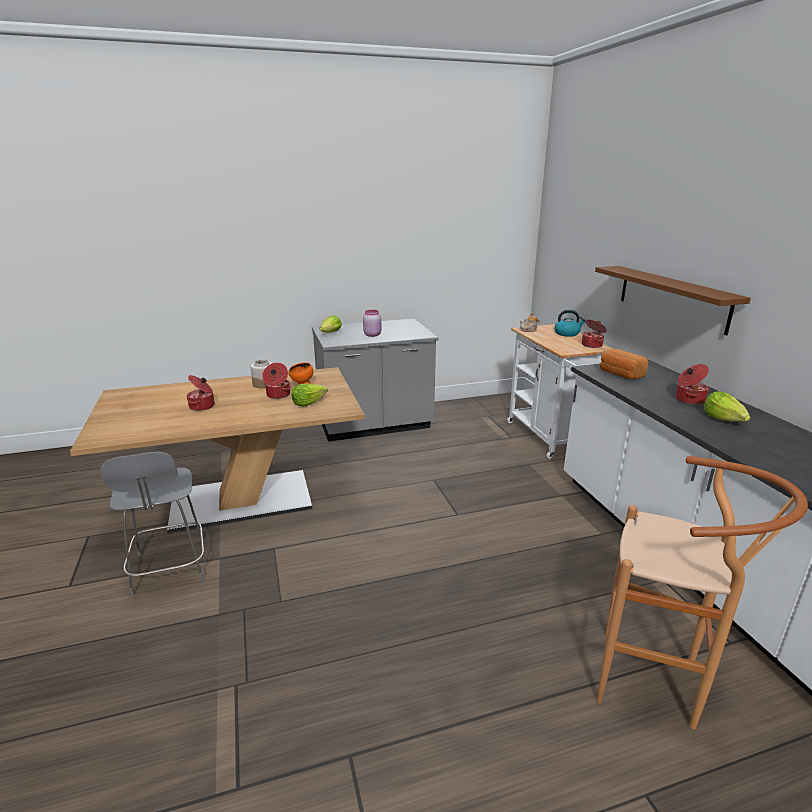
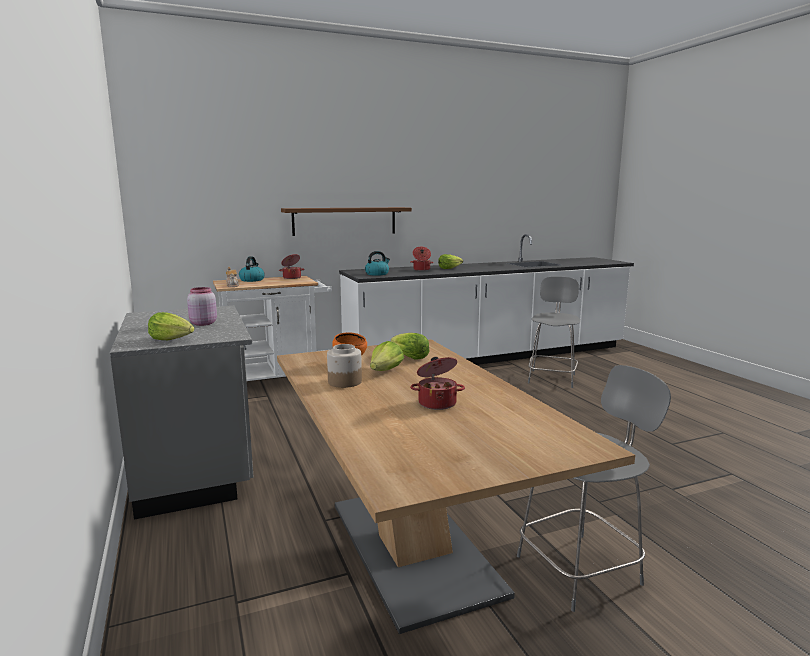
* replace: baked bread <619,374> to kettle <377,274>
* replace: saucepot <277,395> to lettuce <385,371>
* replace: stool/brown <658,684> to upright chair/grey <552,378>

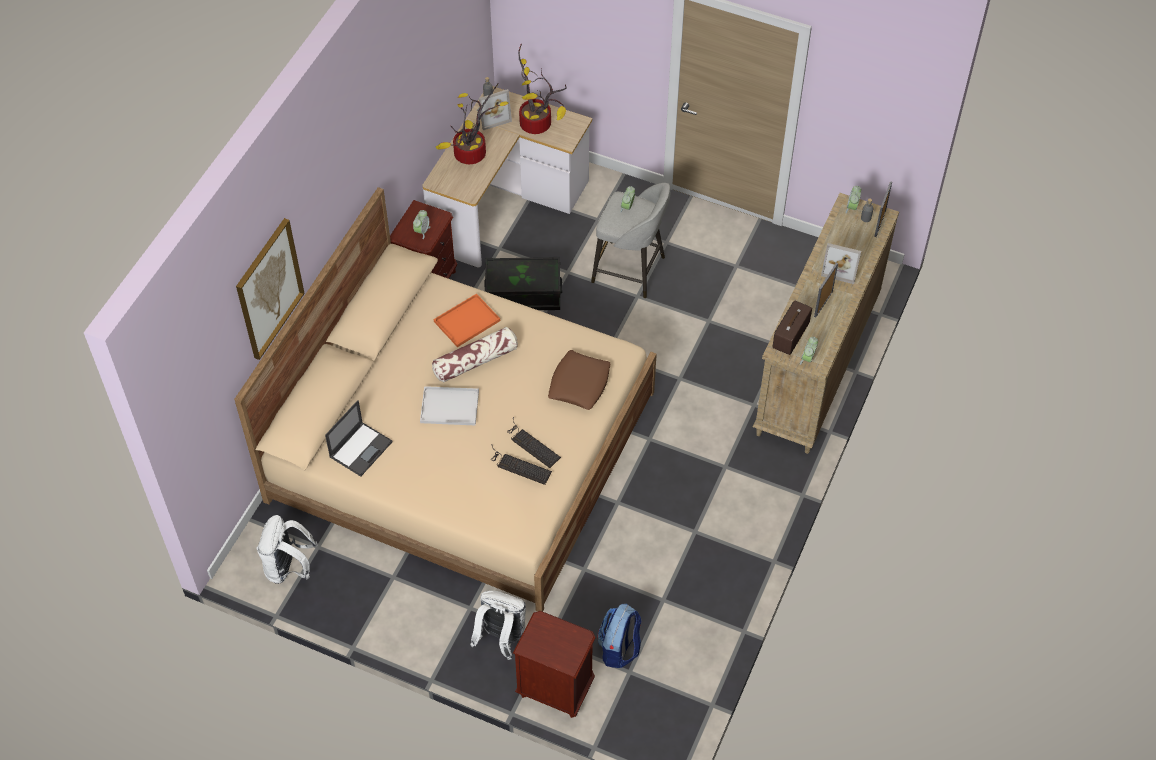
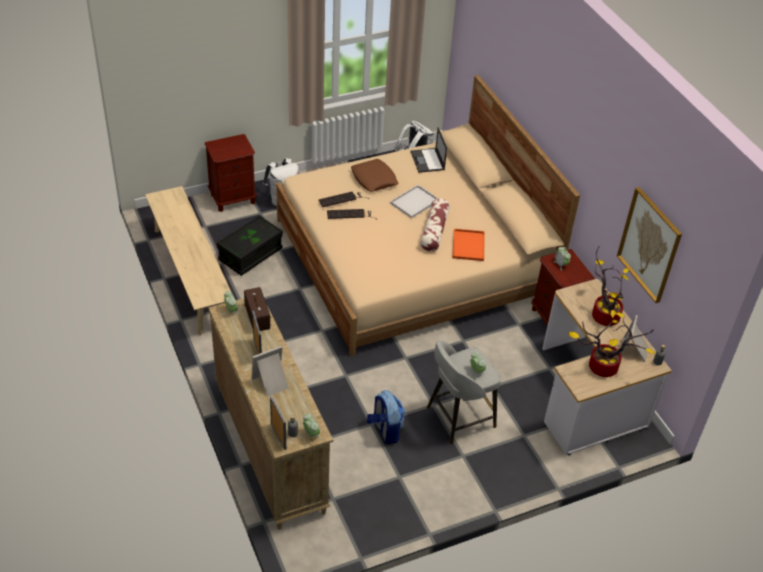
* move: wall picture <269,289> to <649,245>
* move: storage box/black <523,294> to <250,255>
* move: pillow/brown <579,384> to <374,179>
* move: knapsack <619,649> to <385,430>
* insert: indoor bench/beige <191,276>

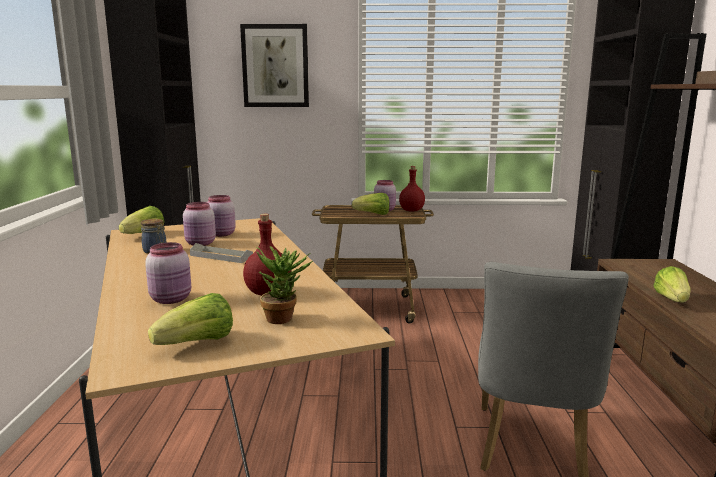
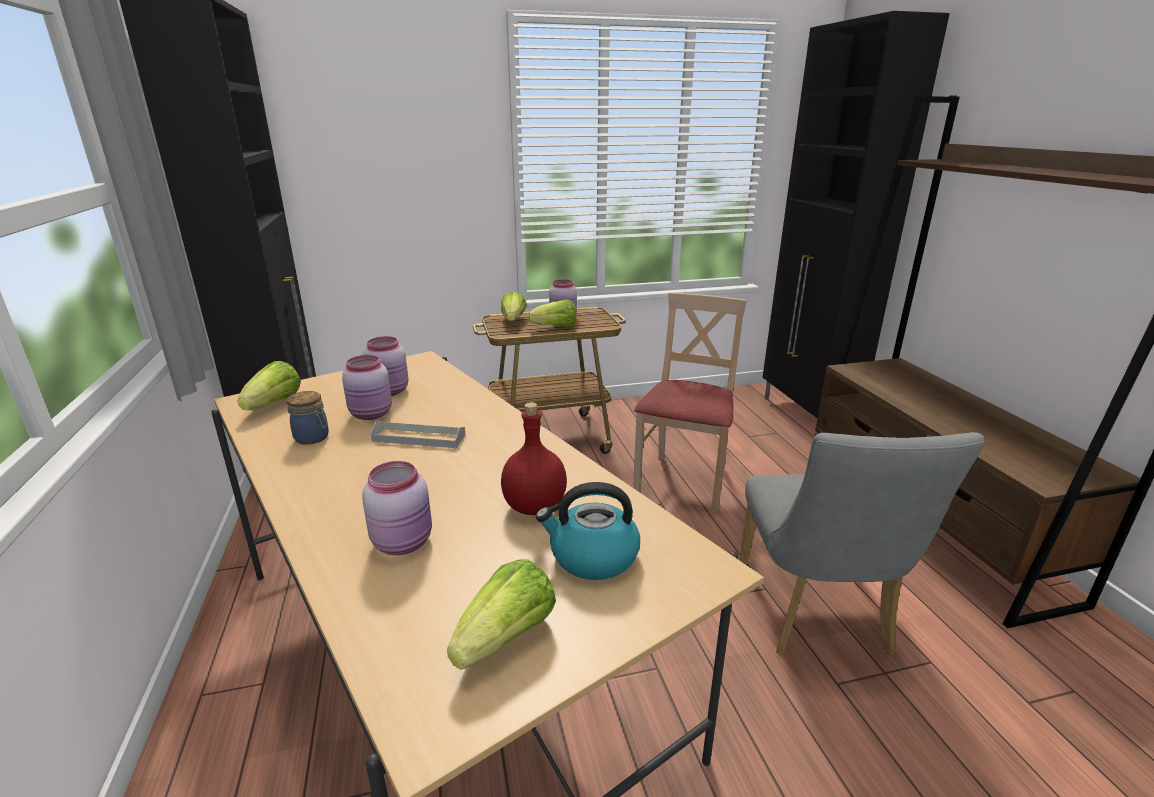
* delete: wall picture <275,66>
* delete: drink bottle/reddish <412,210>
* replace: houseplant <284,318> to kettle <592,557>
* move: lettuce <672,300> to <513,320>
* insert: upright chair/beige <683,483>

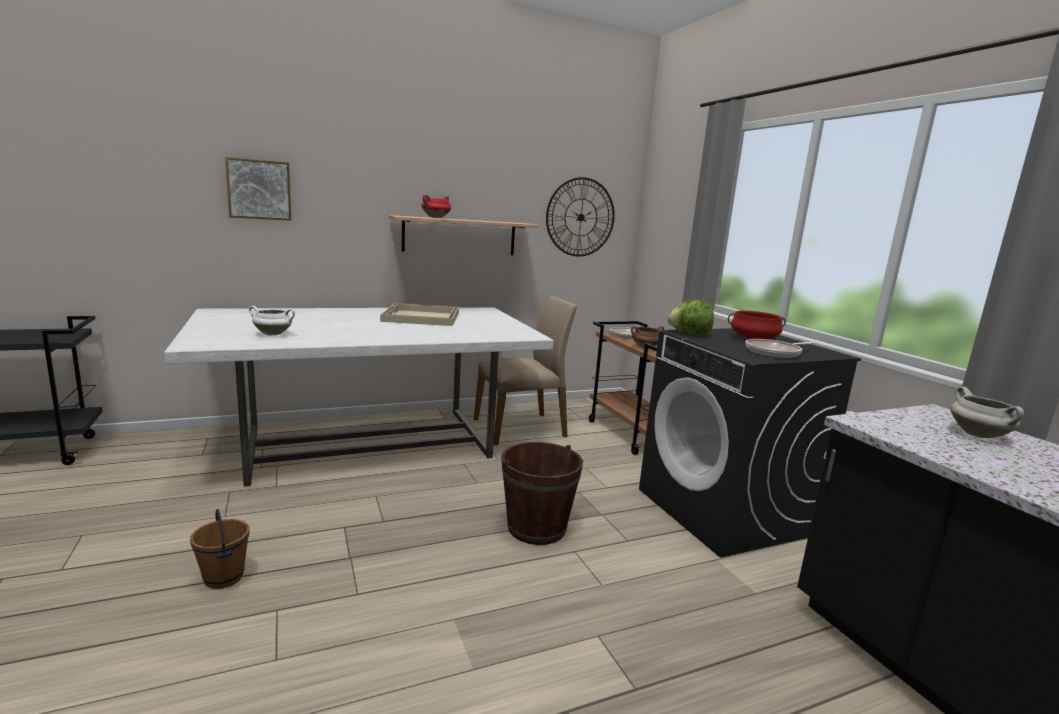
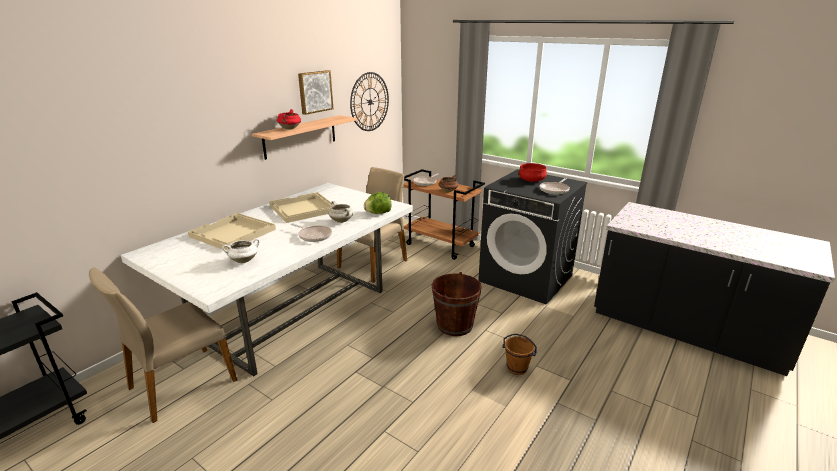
* move: wall picture <259,189> to <314,91>
* move: lettuce <689,334> to <378,213>
* move: saucepot/white-coloured <979,435> to <341,221>
* move: pail/brown <223,578> to <517,368>
* insert: tray/beige <233,233>
* insert: frying pan <314,235>
* insert: upright chair/beige <181,384>

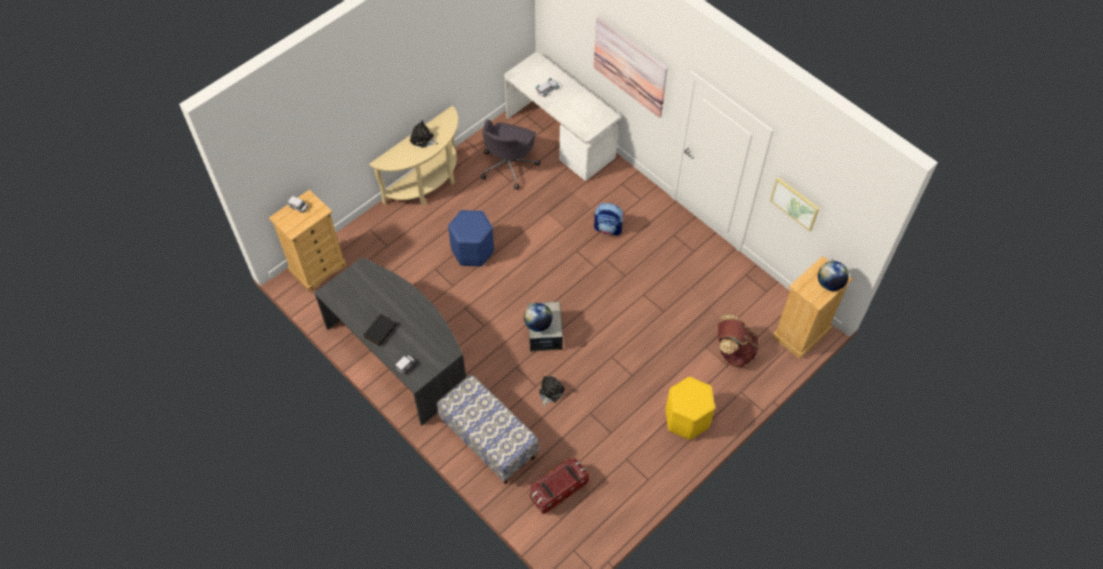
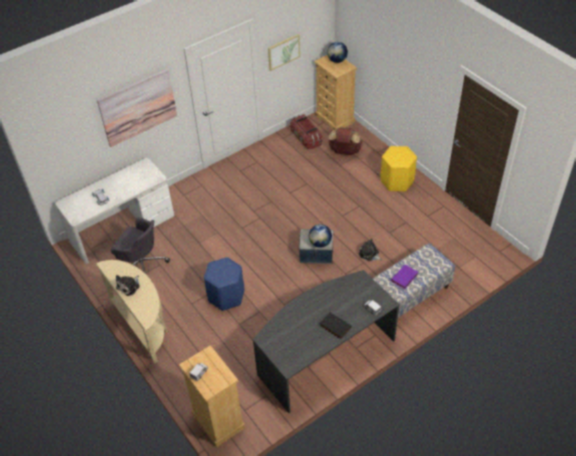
* delete: knapsack <608,228>
* move: storage box <558,490> to <306,138>
* insert: book/purple-coloured <405,278>

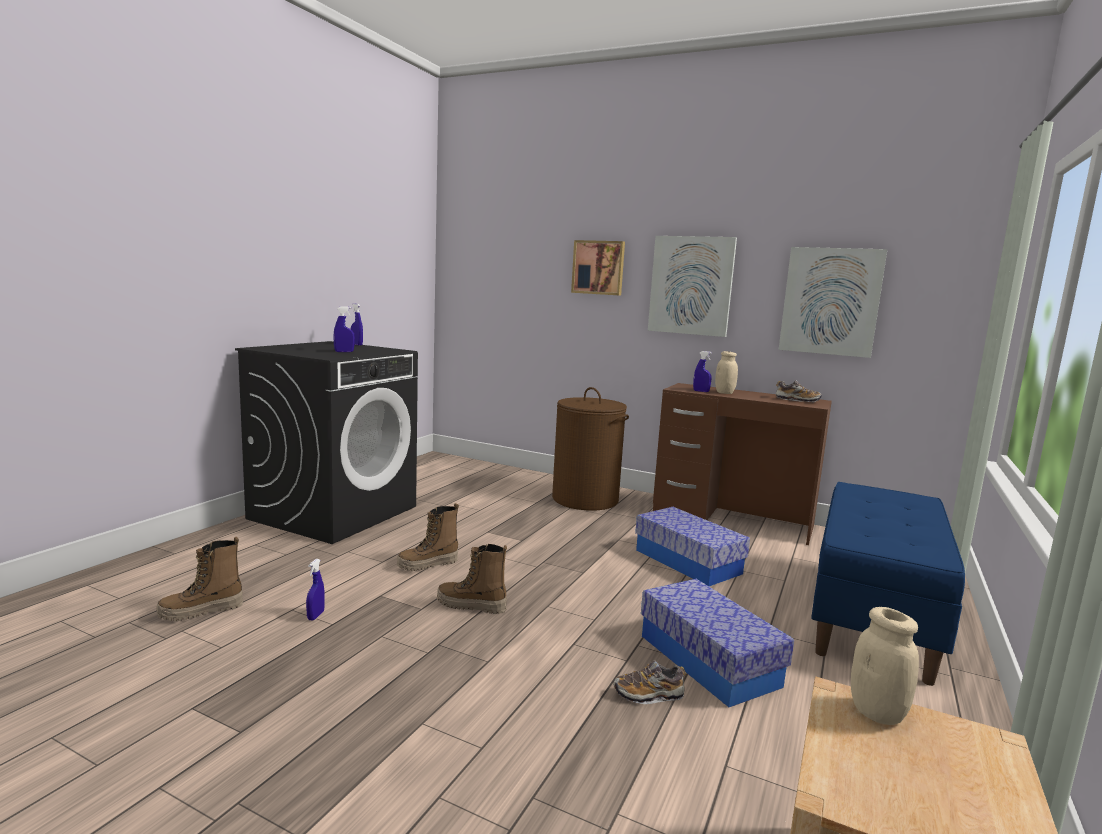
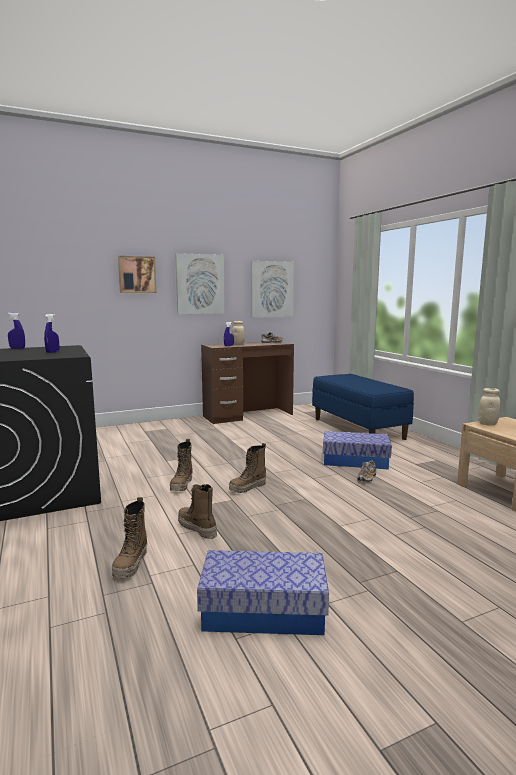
* delete: hamper/brown <585,499>
* move: storage box <688,561> to <263,611>
* replace: hand sprayer/blue <315,616> to boot <197,528>

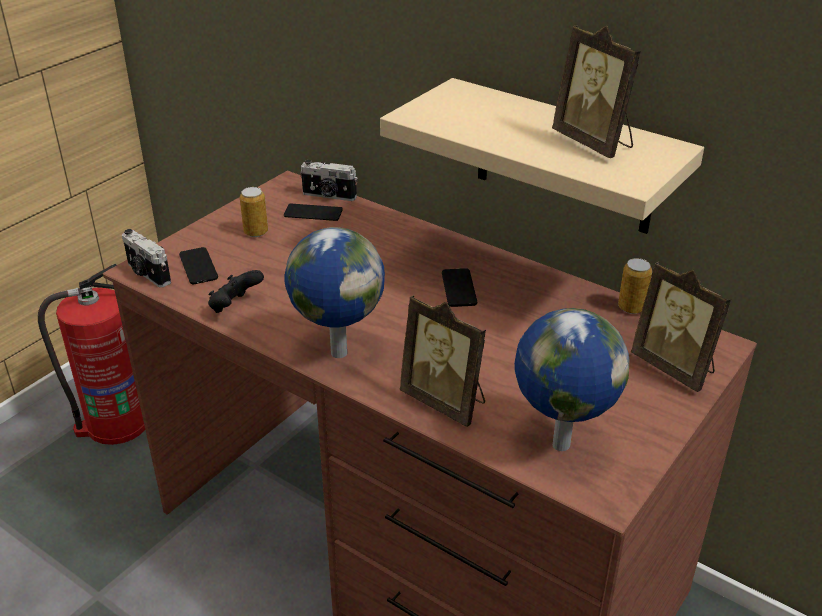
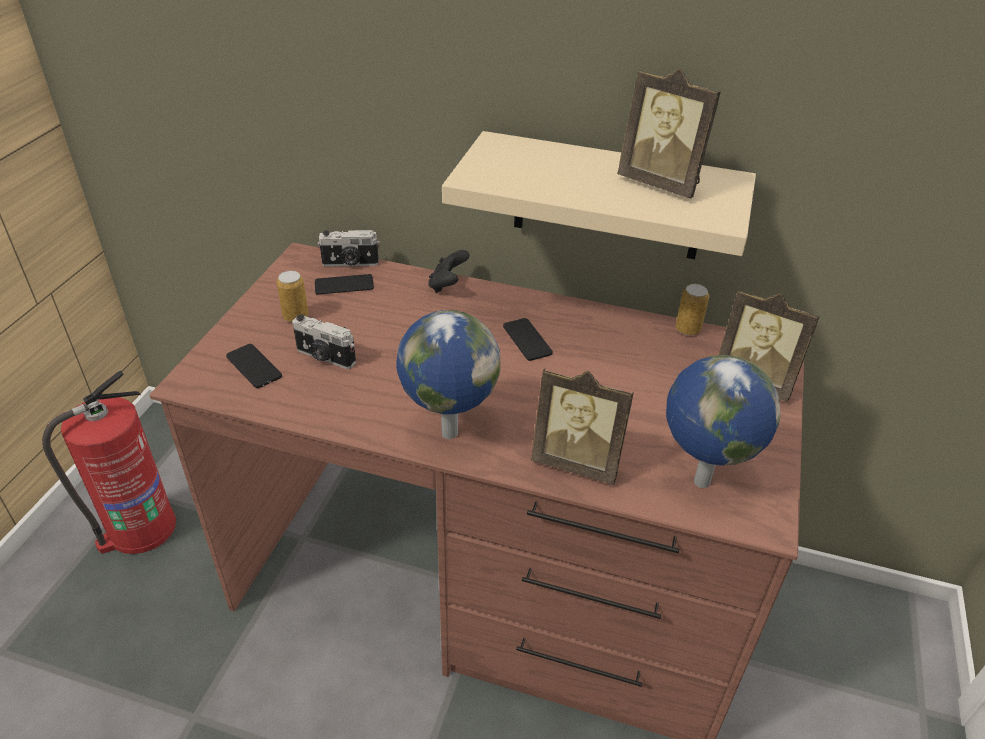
* move: still camera <147,274> to <325,357>
* move: game controller/black <235,307> to <447,285>

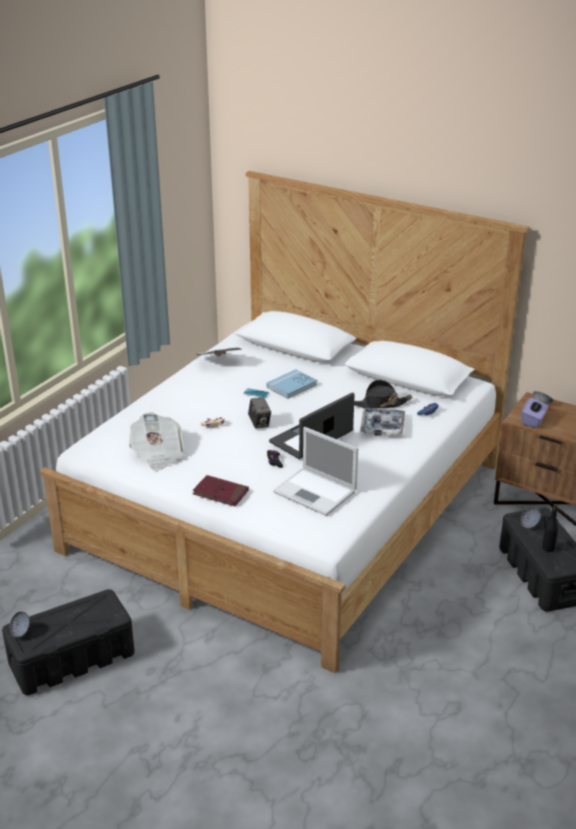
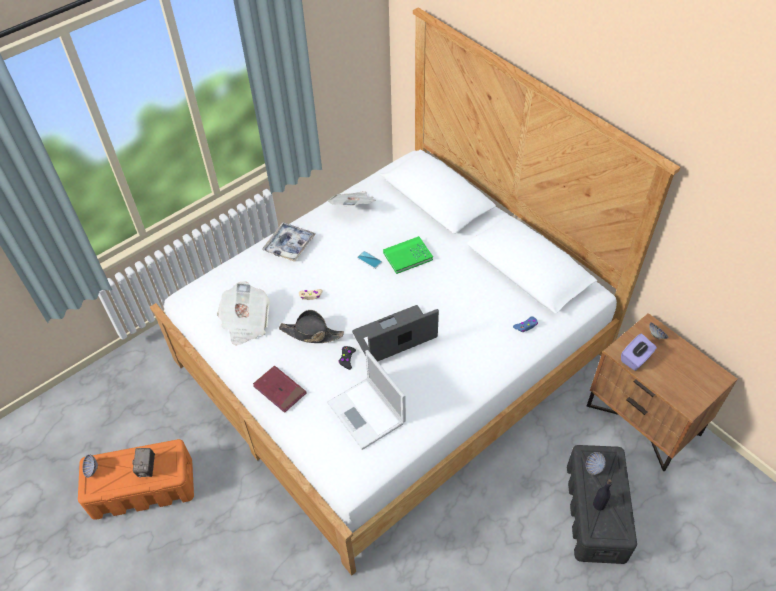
* recolor: book/blue <291,386> to book/green-coloured <408,256>
* move: wearable hat/black <380,404> to <311,333>
* move: still camera <259,423> to <147,468>
* move: tray <382,426> to <289,245>
* recolor: storage box/black <72,658> to storage box/orange <143,488>

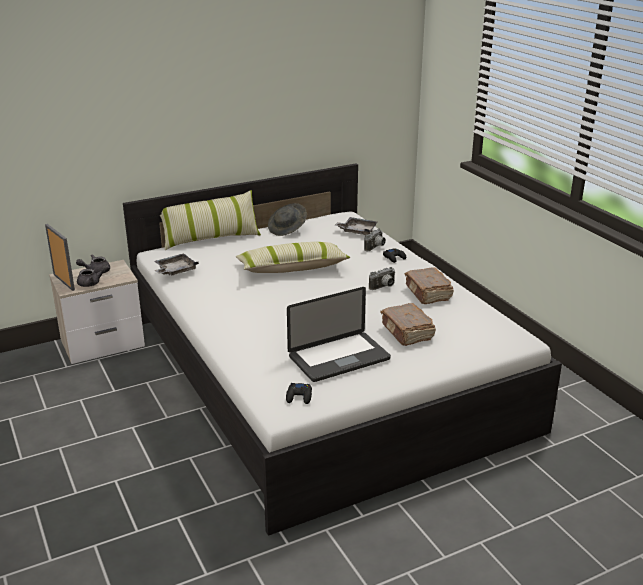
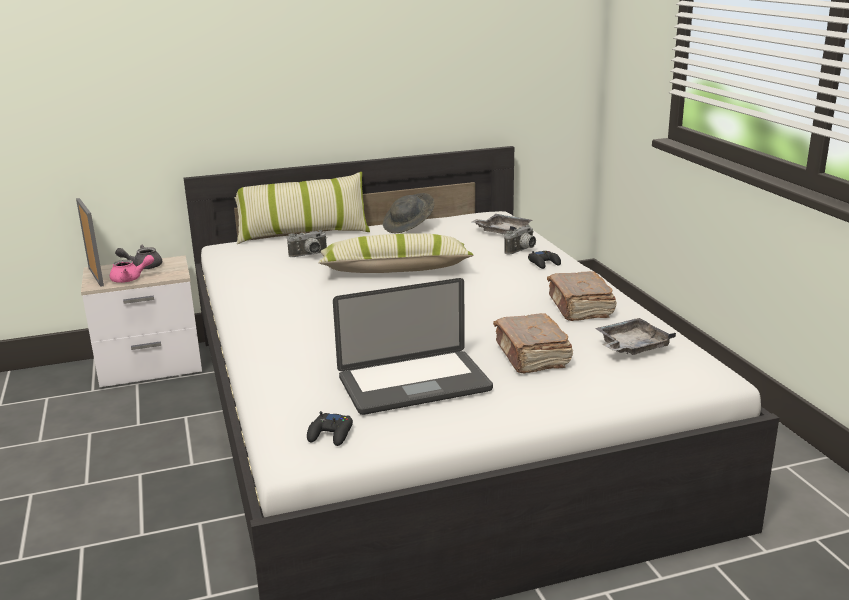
* move: tray/grey <175,270> to <631,347>
* recolor: pot for tea/grey <92,283> to pot for tea/pinkish <130,279>
* move: still camera <384,287> to <309,255>

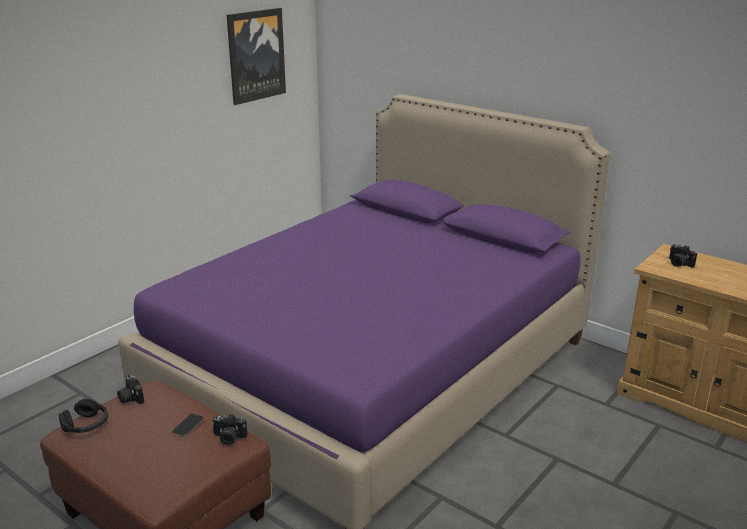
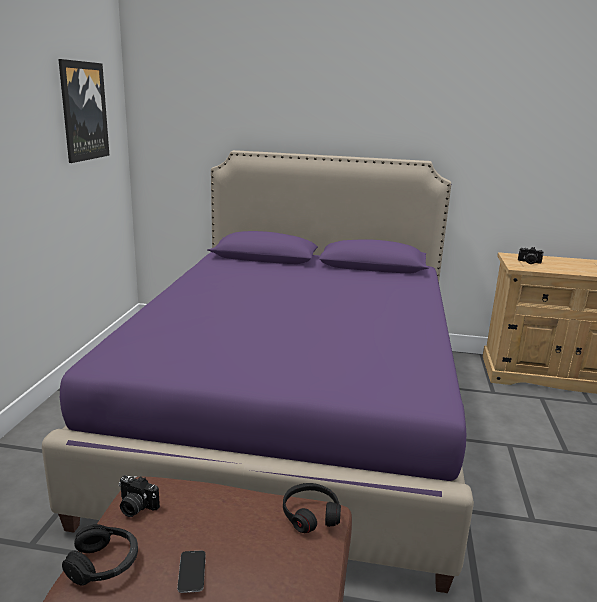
* move: telephone <188,425> to <192,572>
* replace: still camera <228,438> to pair of headphones/black <310,514>

